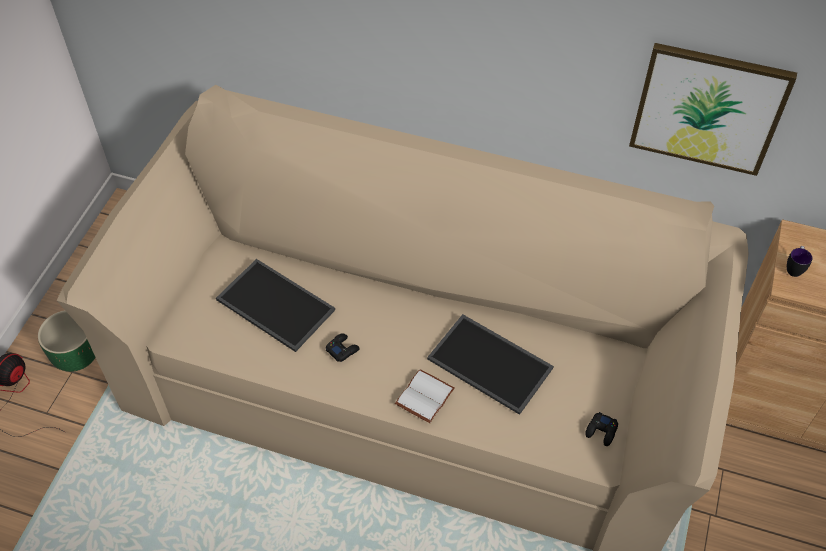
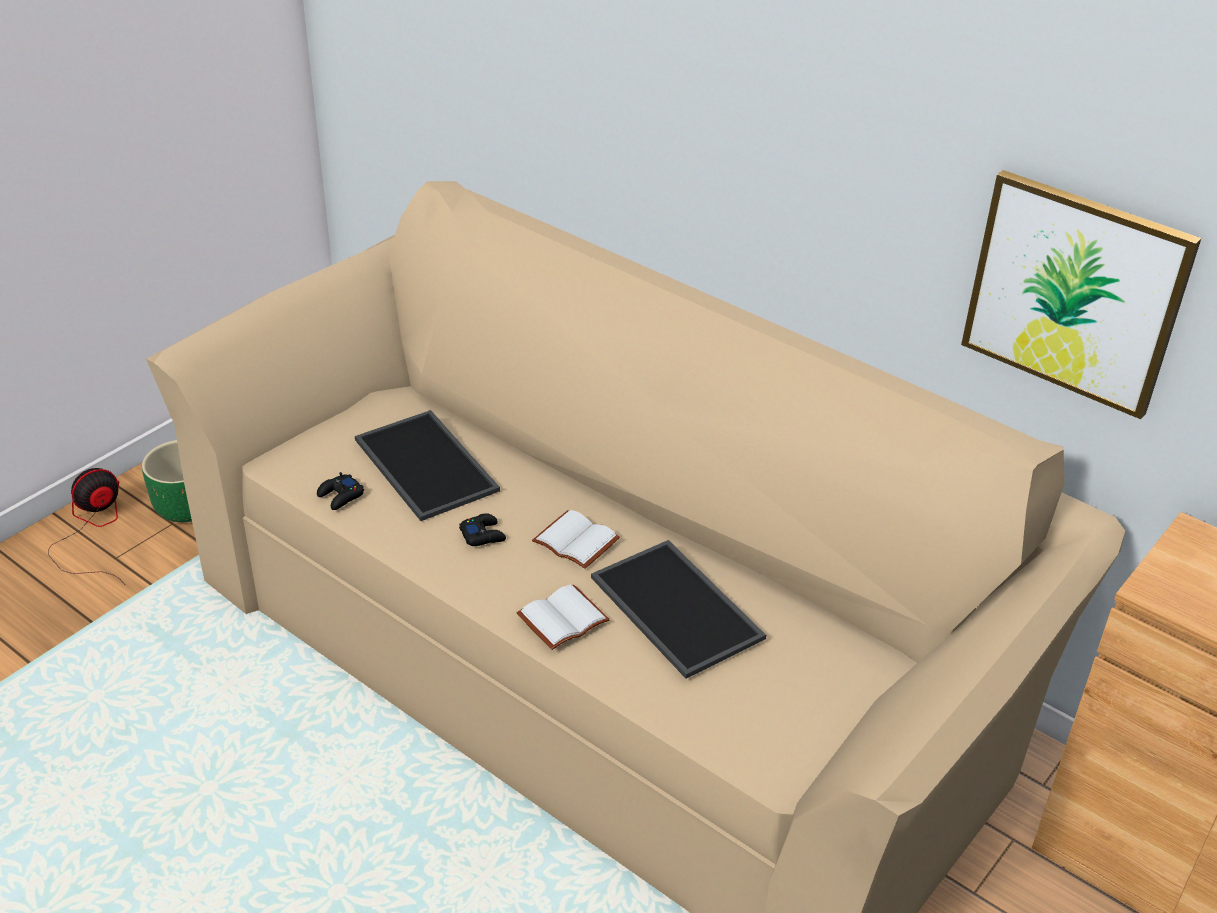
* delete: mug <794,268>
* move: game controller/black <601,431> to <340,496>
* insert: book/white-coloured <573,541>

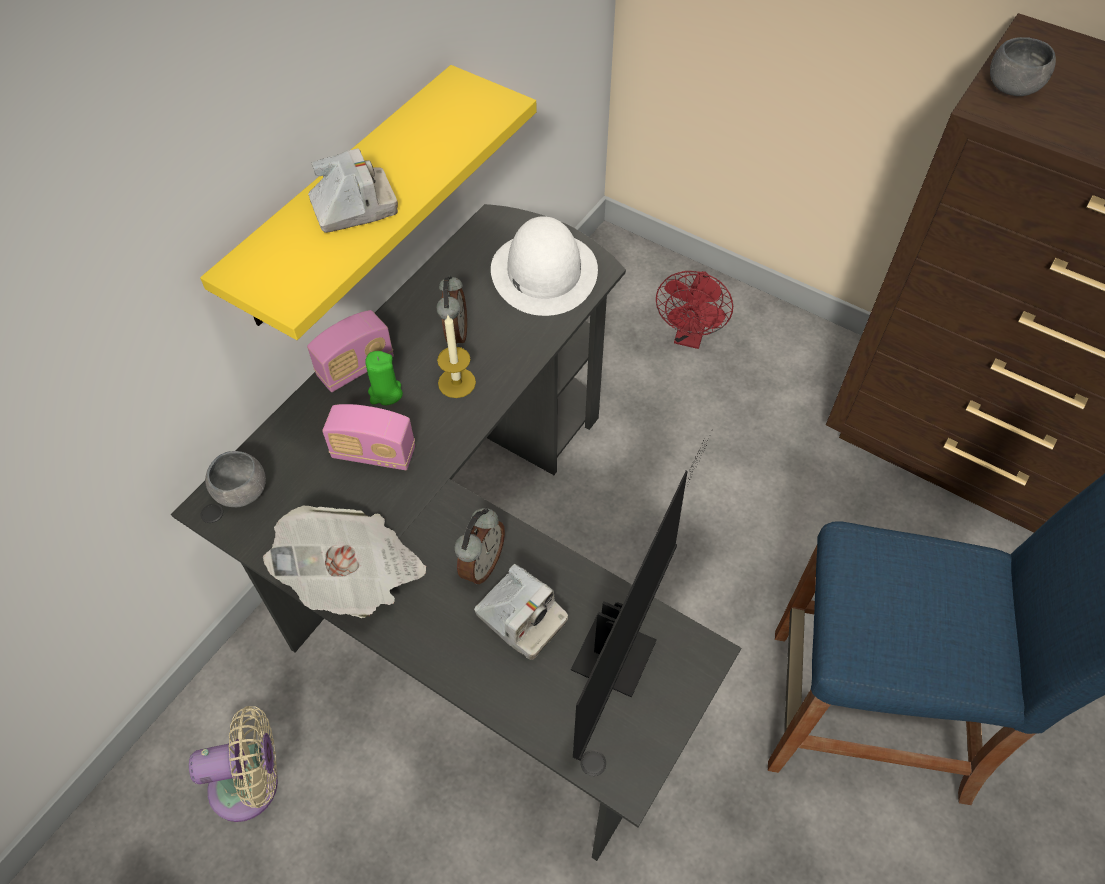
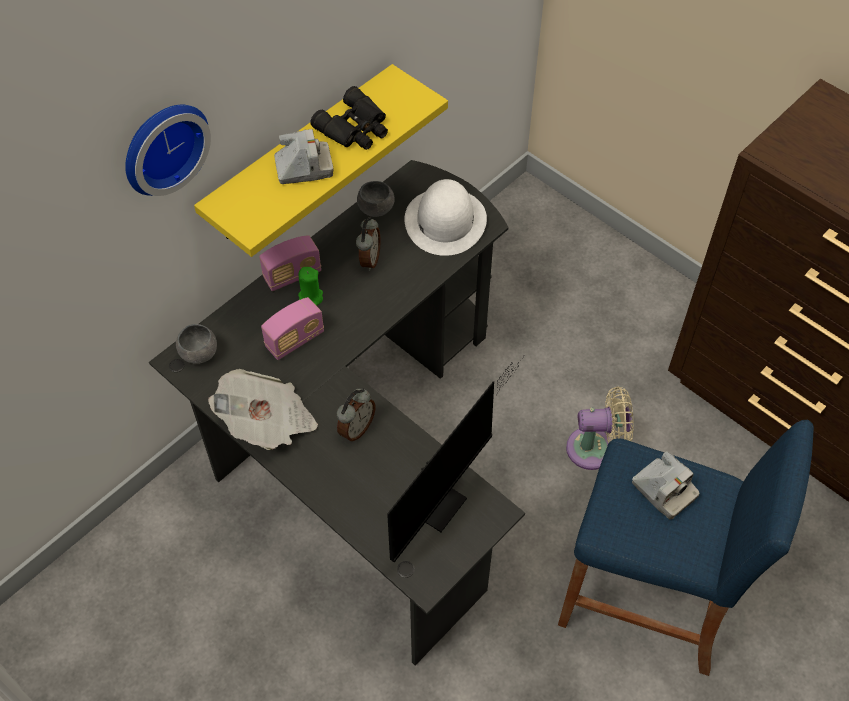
* move: serving bowl/grey <1012,87> to <376,209>
* delete: cooling fan/reddish <689,337>
* delete: wax light <457,383>
* rotate: radio receiver <374,454> = <295,340> 60 degrees counterclockwise
* move: still camera <521,619> to <663,491>
* move: cooling fan/beige <252,784> to <595,449>
* insert: binoculars/black <355,128>
* insert: wall clock <162,146>

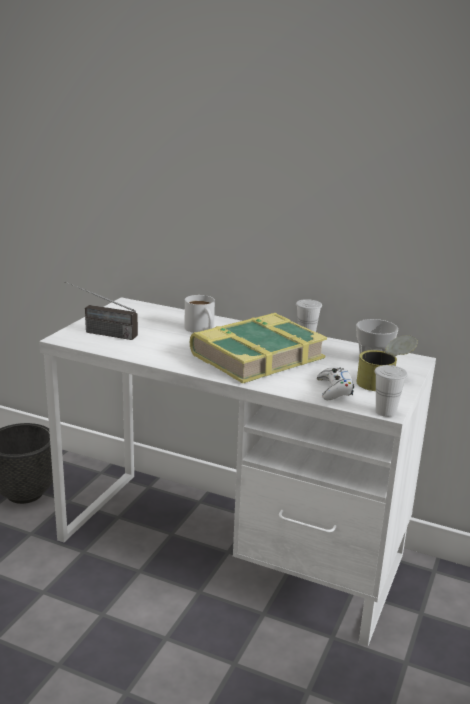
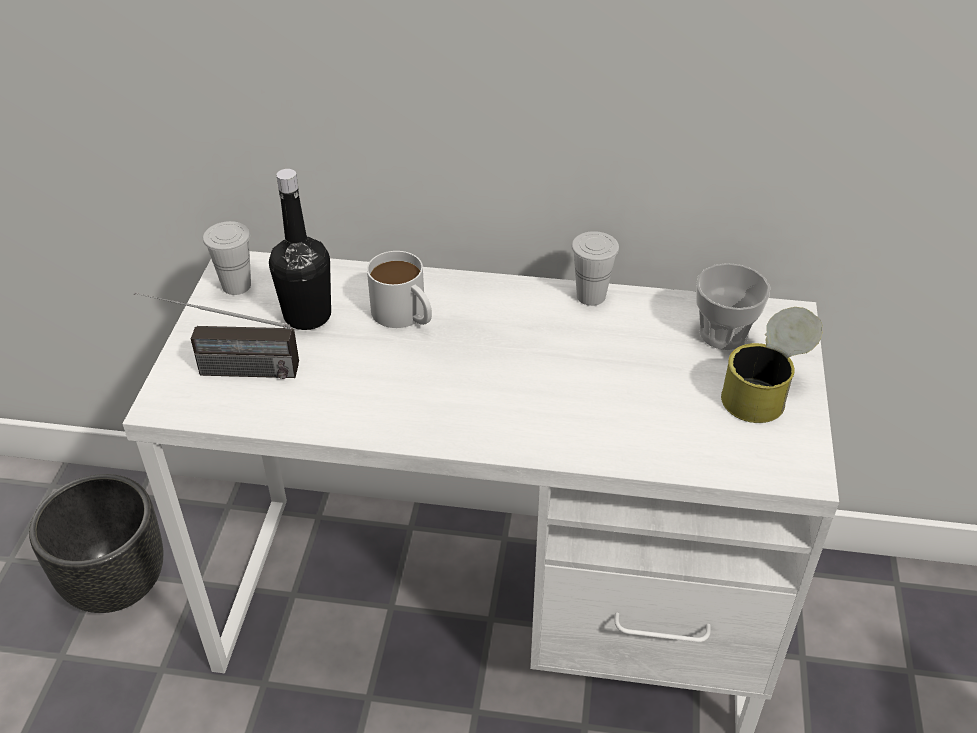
* delete: book <256,356>
* move: drinking cup/white-coloured <385,412> to <236,285>
* delete: game controller/white-coloured <334,390>
* insert: drink bottle/black <307,316>

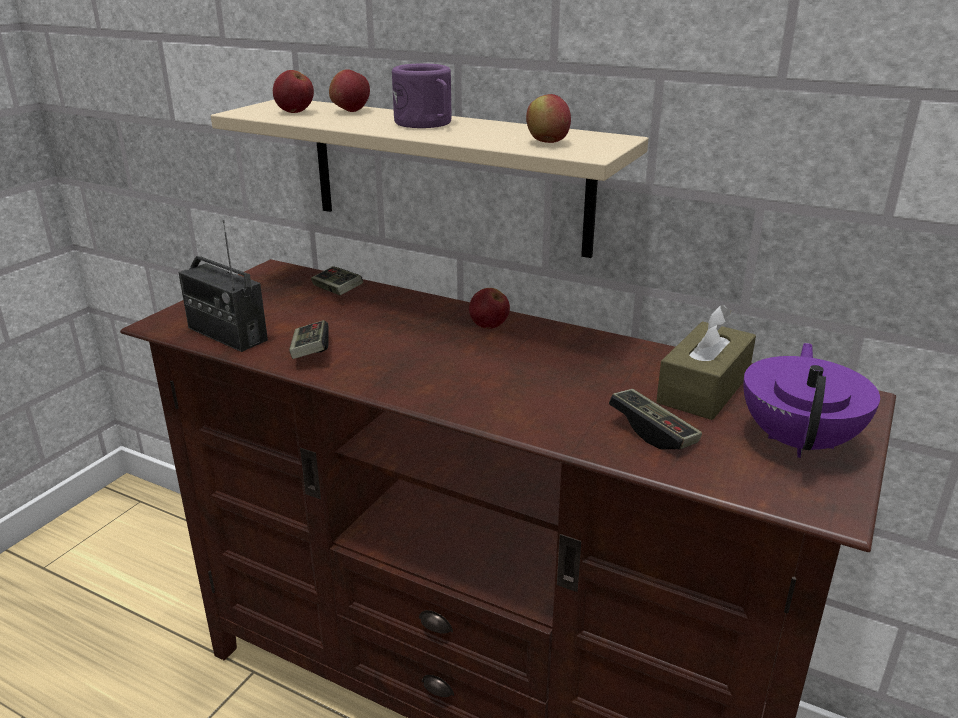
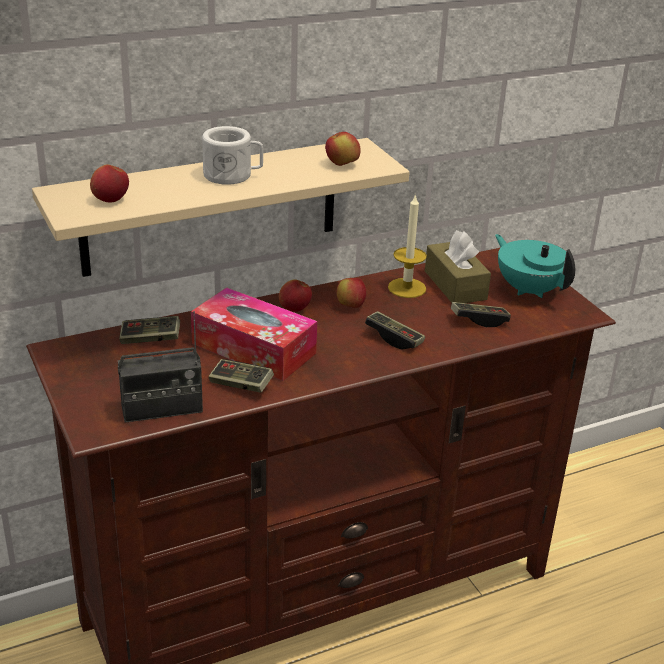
* recolor: mug/purple-coloured <426,124> to mug/white-coloured <233,175>
* move: apple fruit <350,111> to <350,306>
* recolor: pot for tea/purple-coloured <799,441> to pot for tea/blue-green <529,289>
* insert: wax light <407,288>
* insert: box of tissues <253,348>
* insert: game controller <394,338>

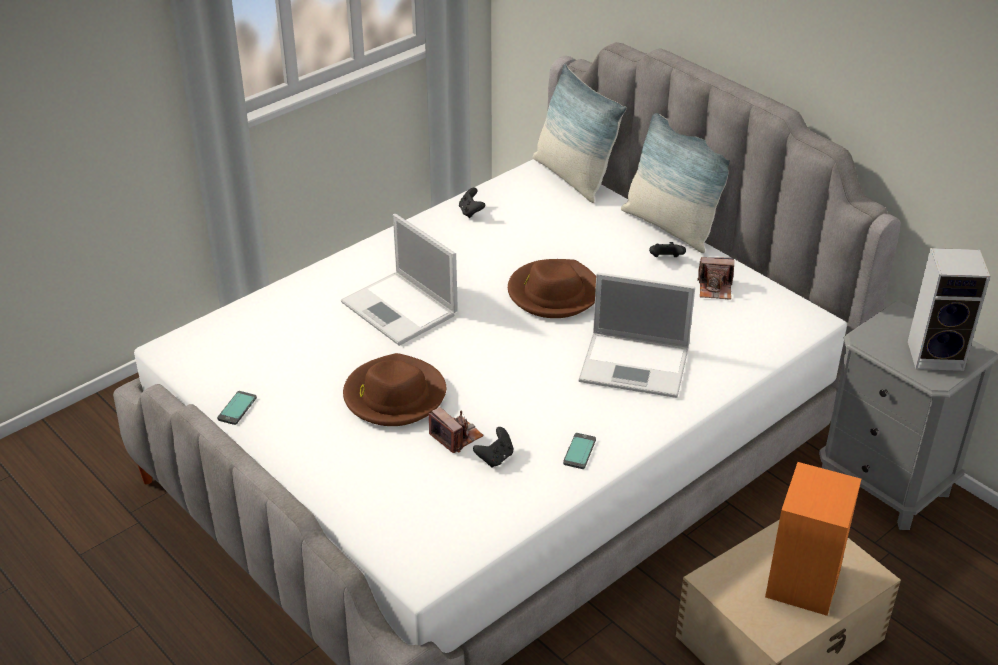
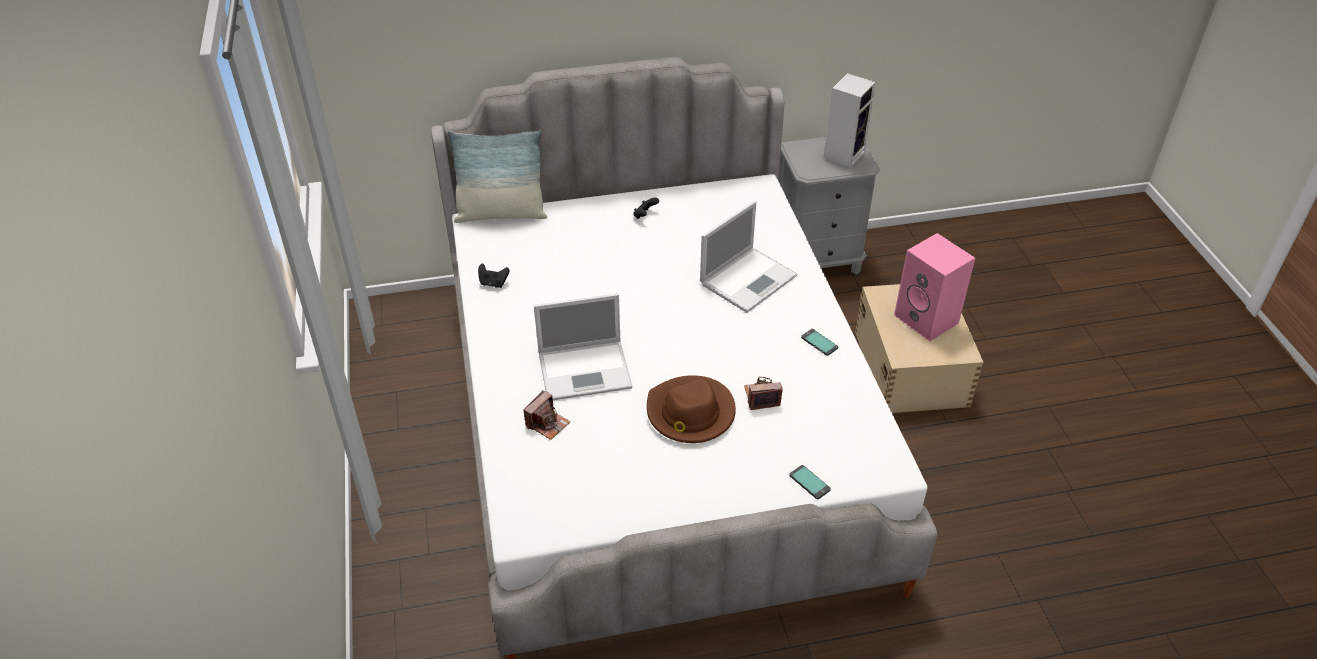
* delete: pillow <670,227>
* move: still camera <715,288> to <547,423>
* delete: wearable hat/brown <553,293>
* move: telephone <237,408> to <809,482>
* delete: game controller/black <495,458>
* recolor: speaker/orange <804,583> to speaker/pinkish <928,319>

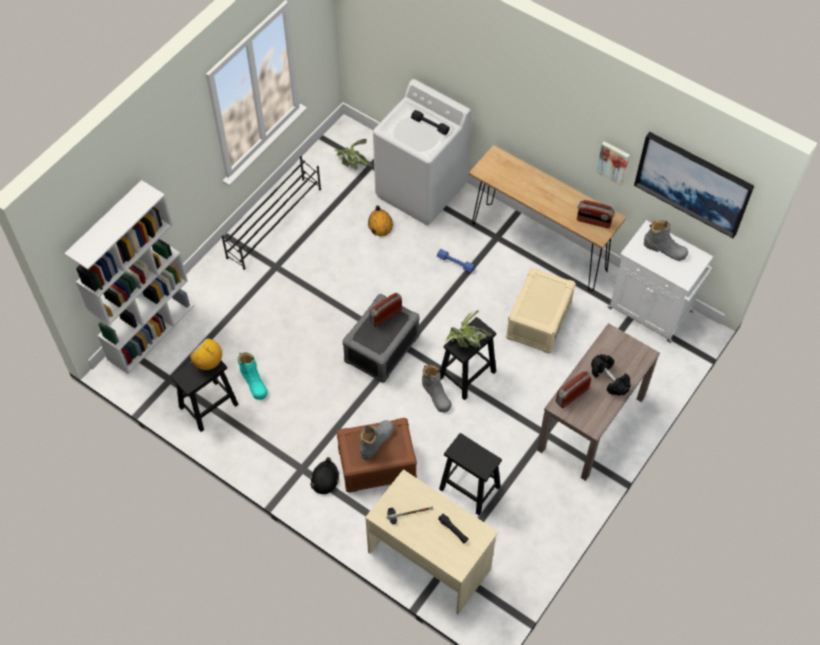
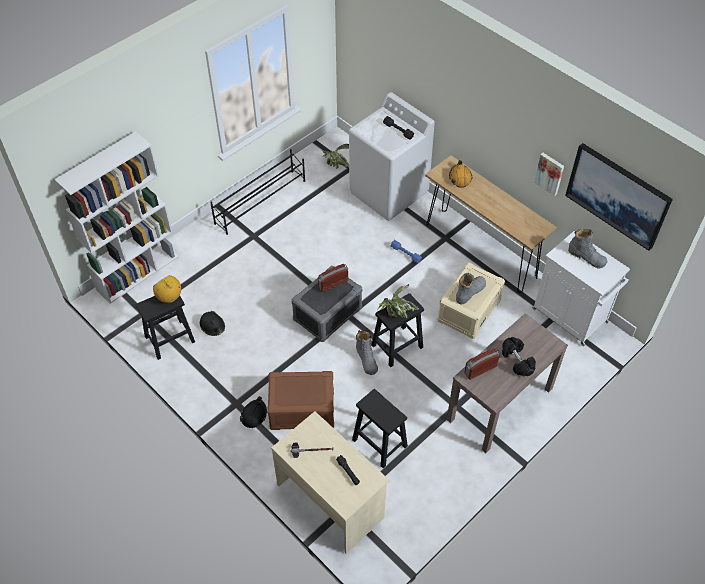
* delete: radio receiver <593,221>
* move: safety helmet/orange <380,224> to <460,177>
* replace: boot/blue-green <254,382> to safety helmet/black <212,326>
* move: boot/grey <376,441> to <470,292>

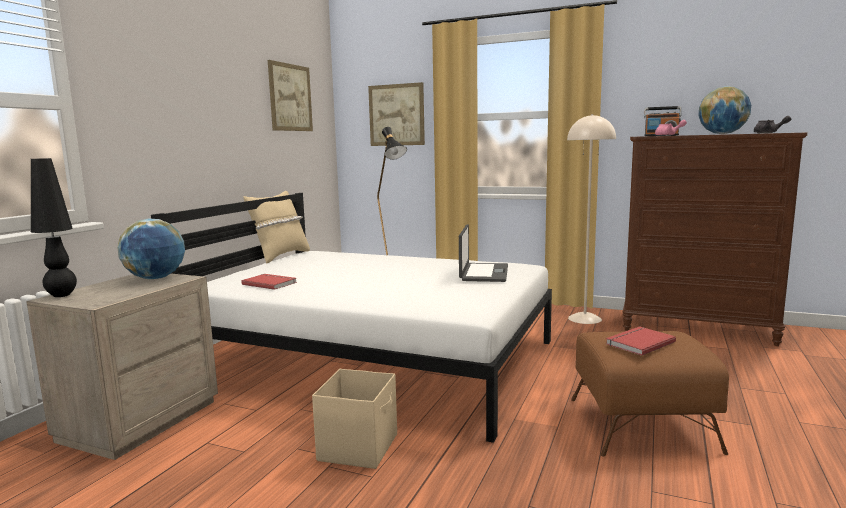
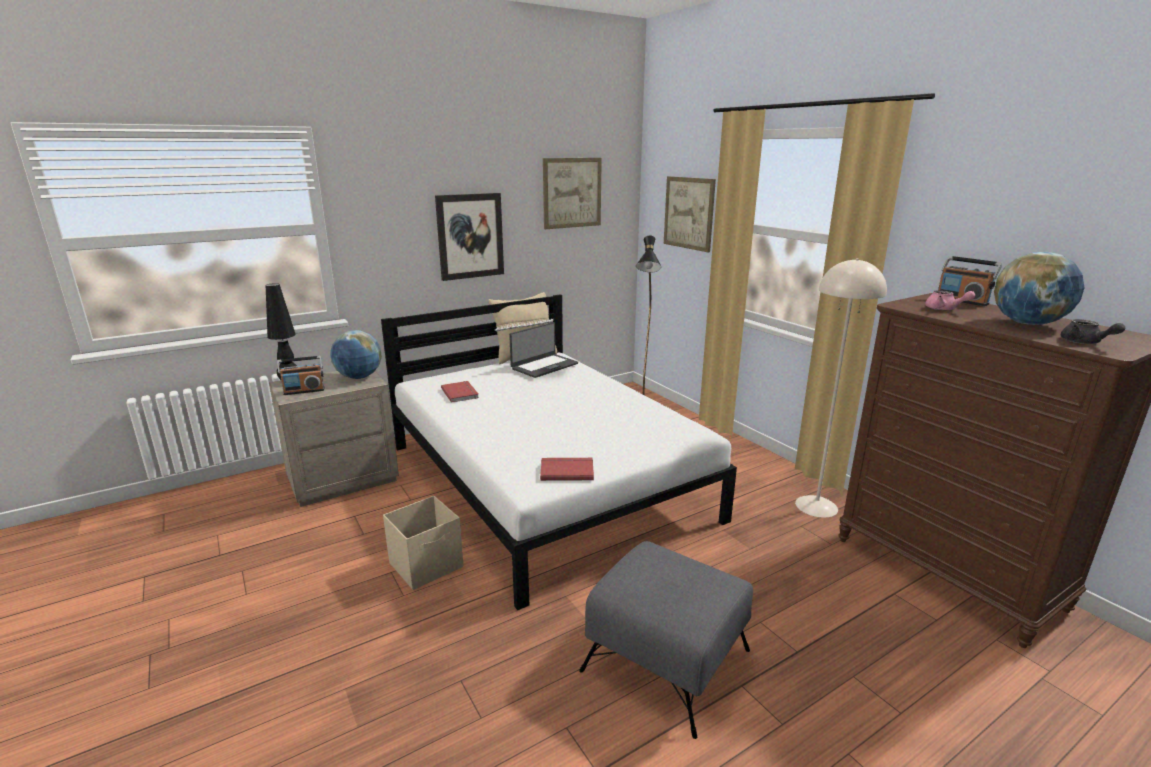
* move: notebook computer <483,273> to <544,366>
* move: book/reddish <638,343> to <566,470>
* recolor: ottoman/brown <640,424> to ottoman/grey <665,659>
* insert: wall picture <470,236>
* insert: radio receiver <304,391>

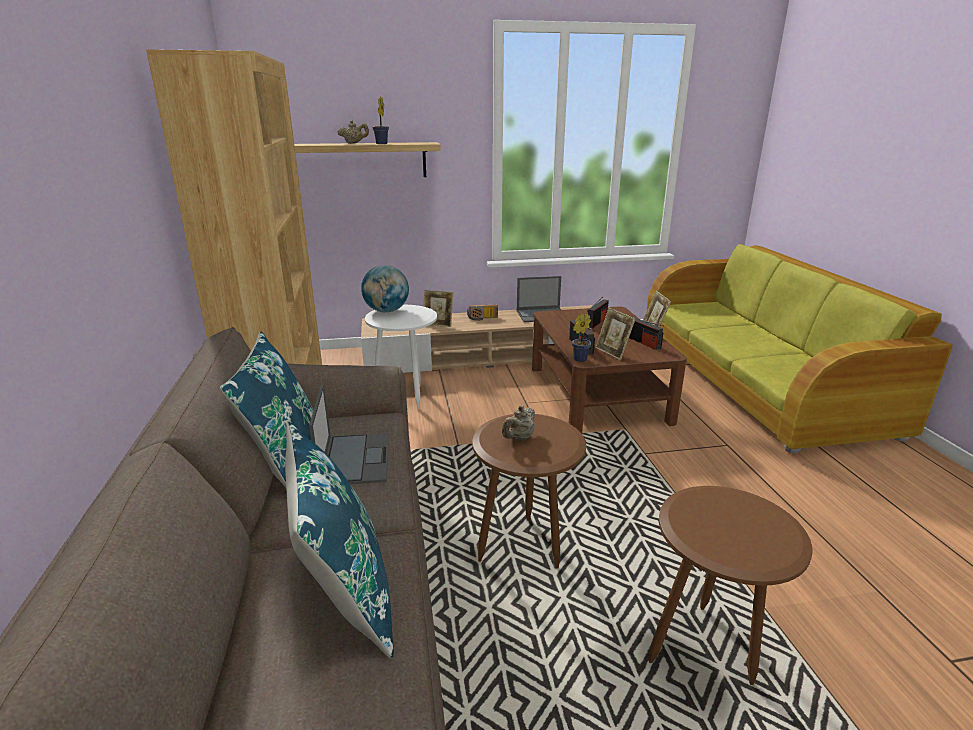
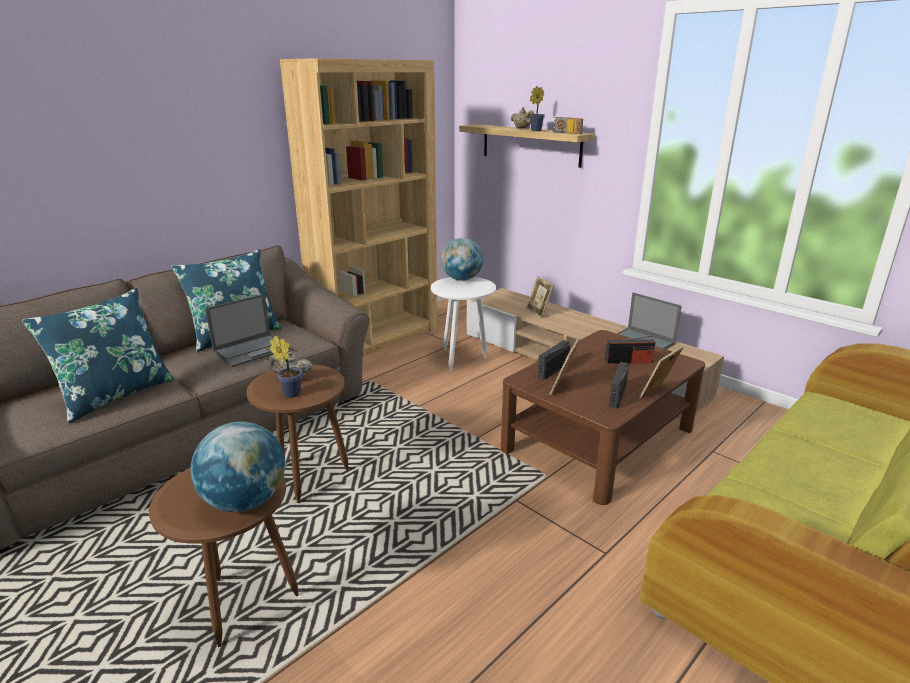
* move: radio receiver <482,318> to <565,133>
* move: houseplant <578,360> to <290,393>
* insert: globe <245,501>

